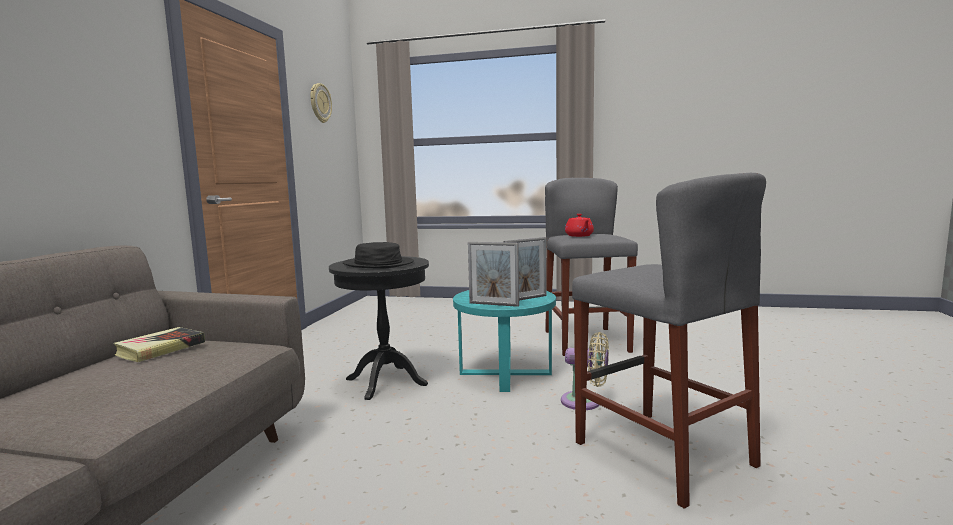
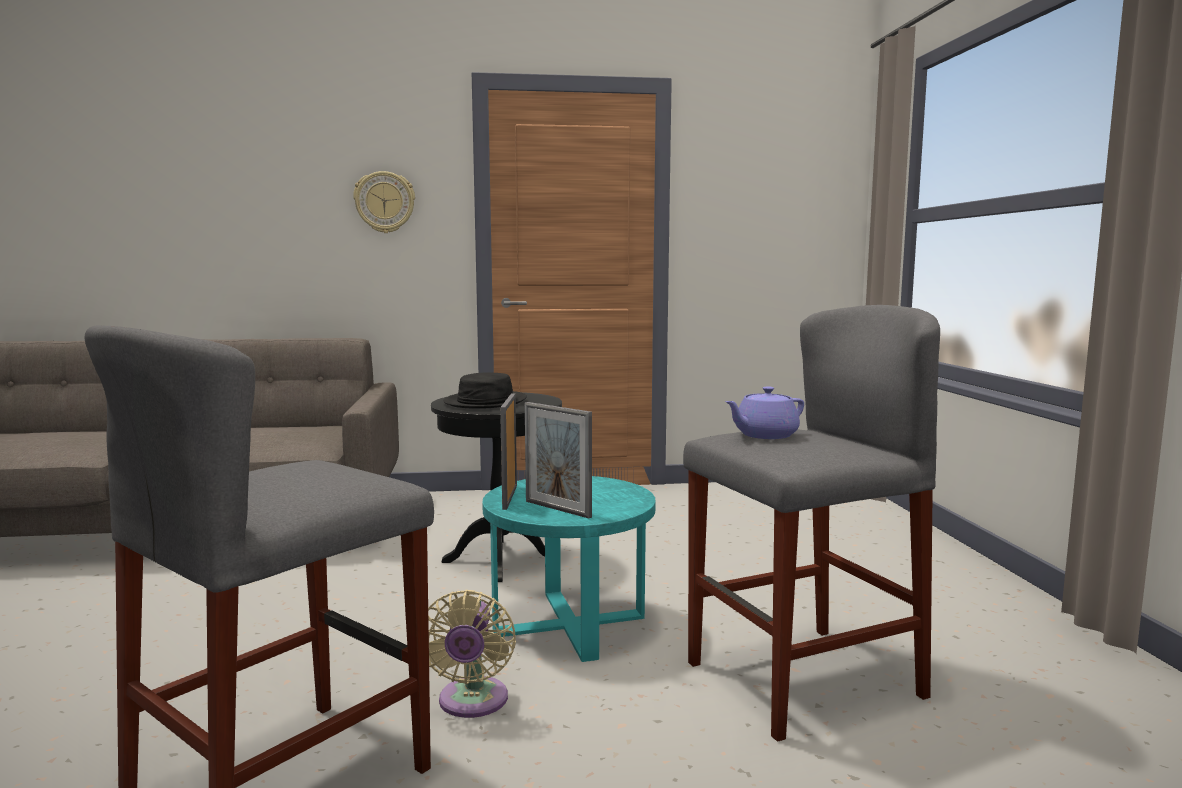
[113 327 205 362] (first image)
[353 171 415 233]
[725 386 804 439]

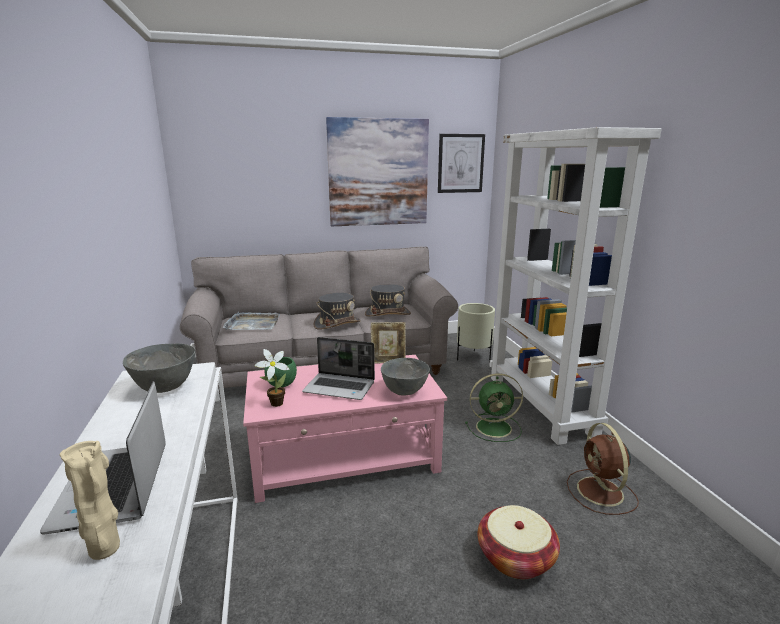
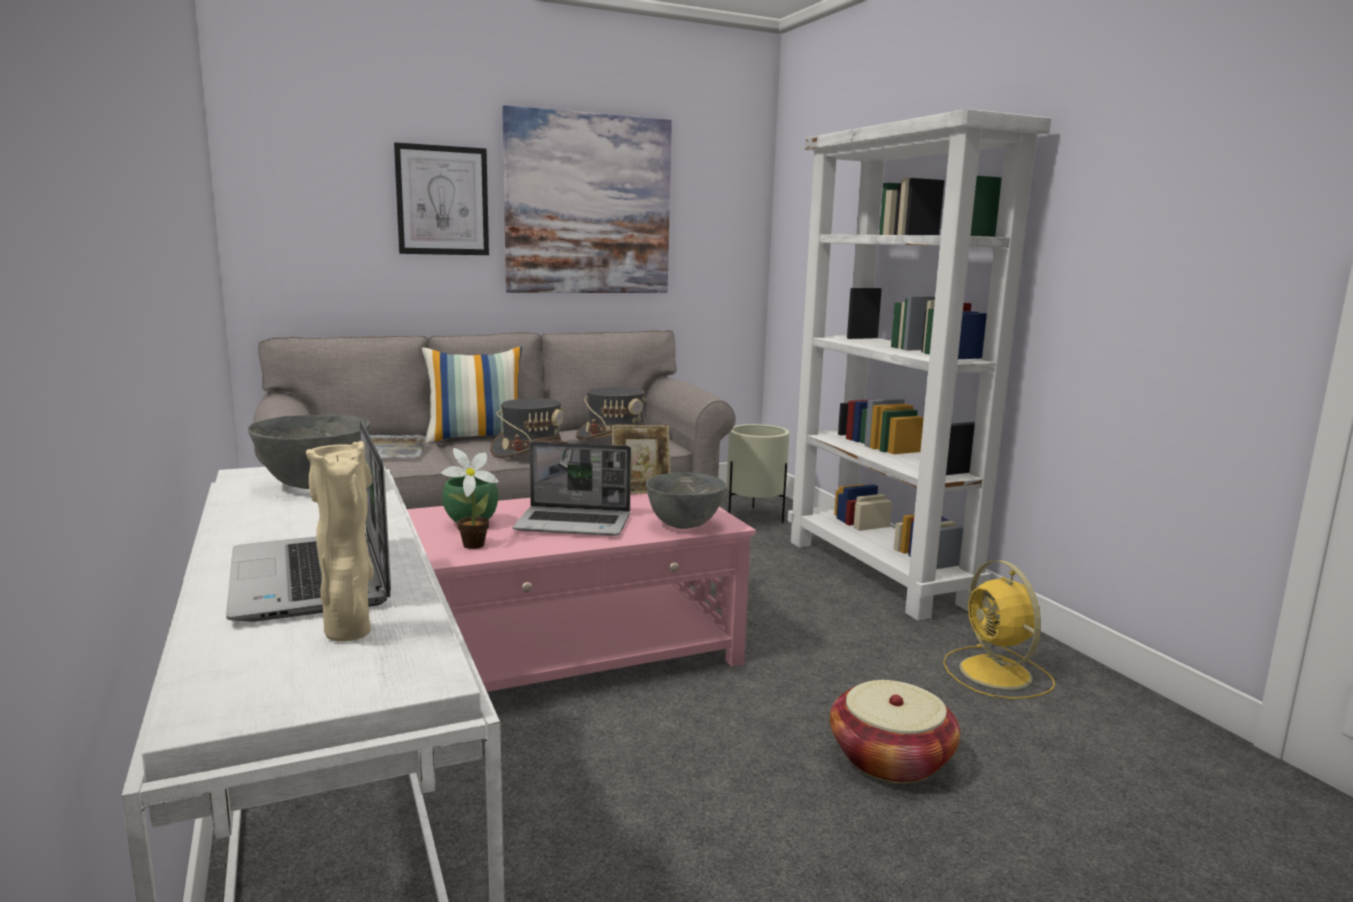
[394 142 489 255]
[465 373 523 442] (first image)
[943 560 1055 699]
[422 346 522 444]

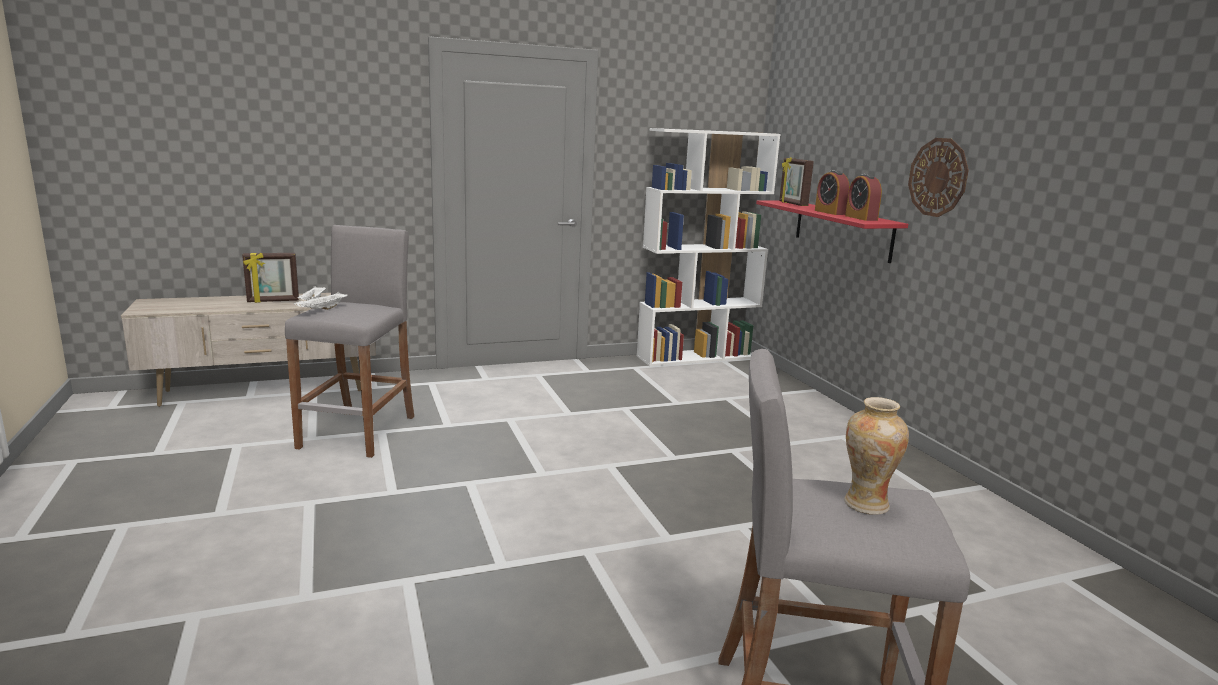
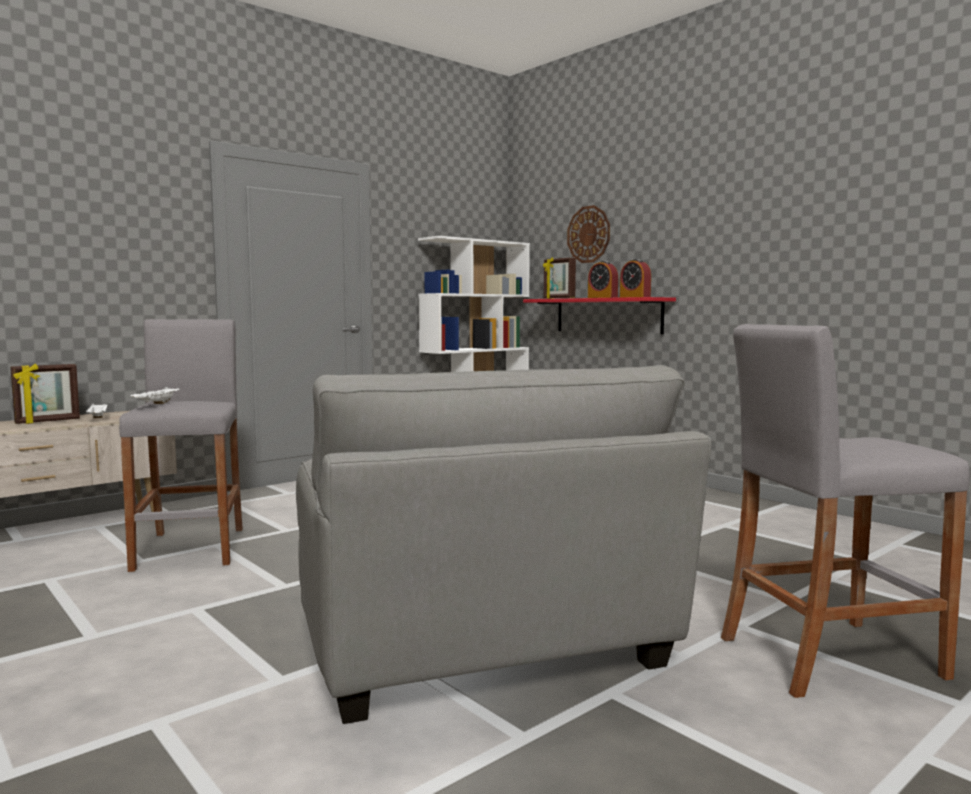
[844 397 909 515] (first image)
[567 205 610 263]
[296 365 711 724]

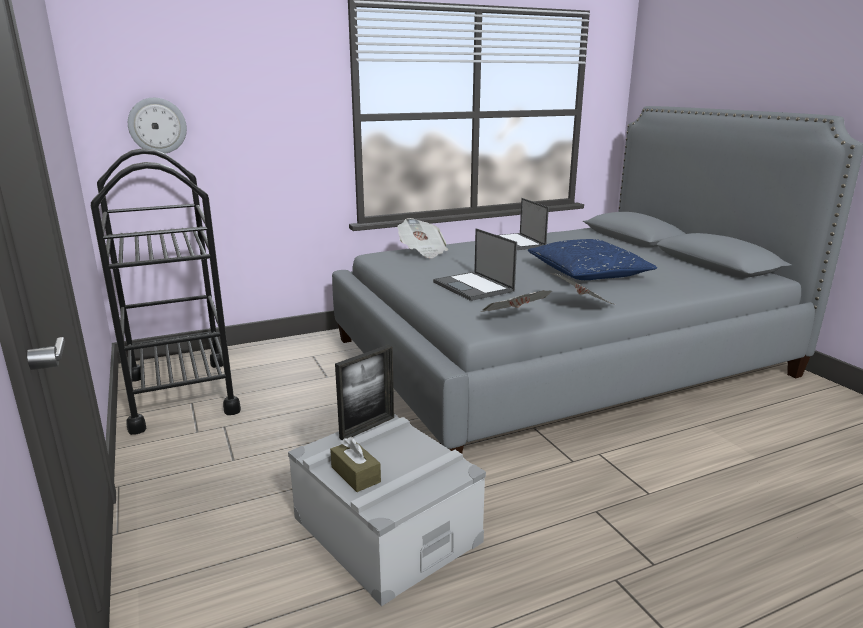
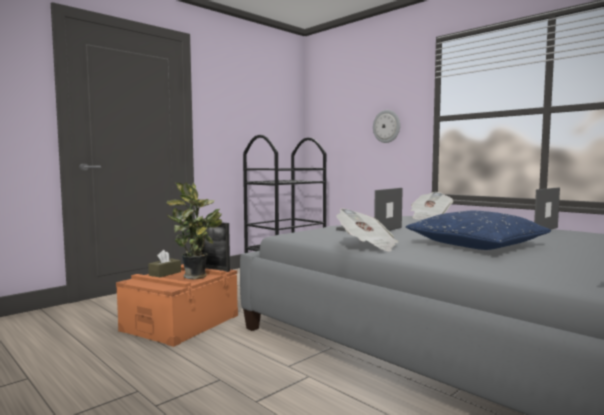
[373 110 400 143]
[116 264 238 347]
[482 290 552 312] (first image)
[166 182 222 280]

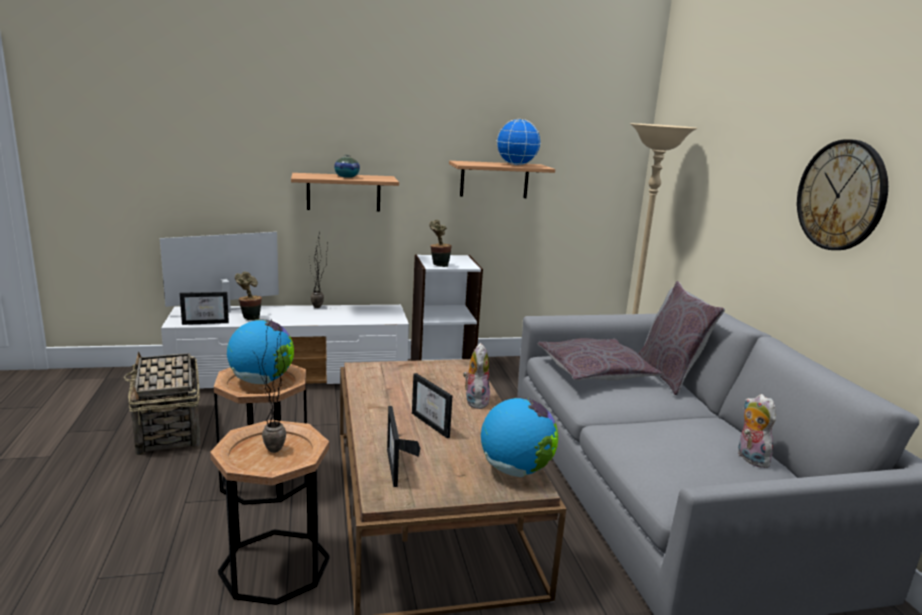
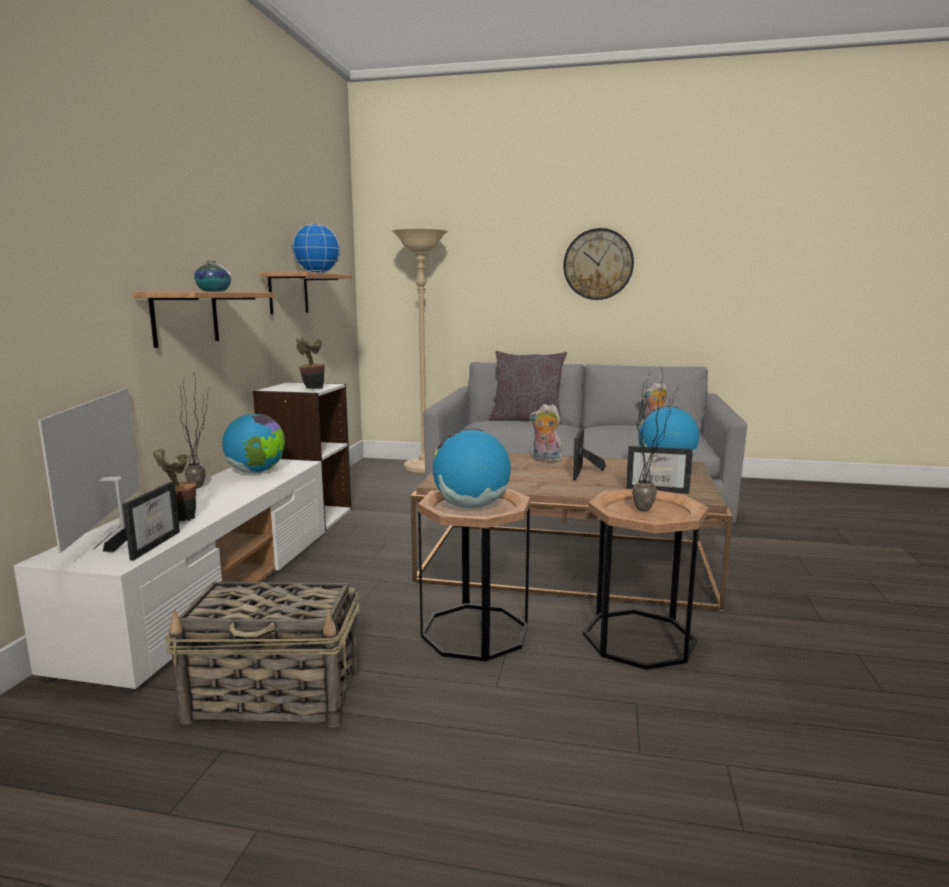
[573 428 606 480]
[538 338 662 381] (first image)
[222 414 285 474]

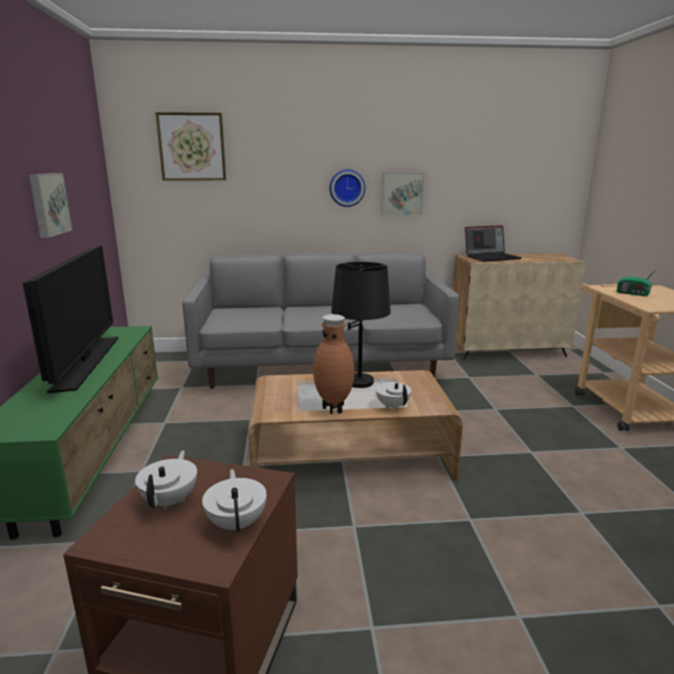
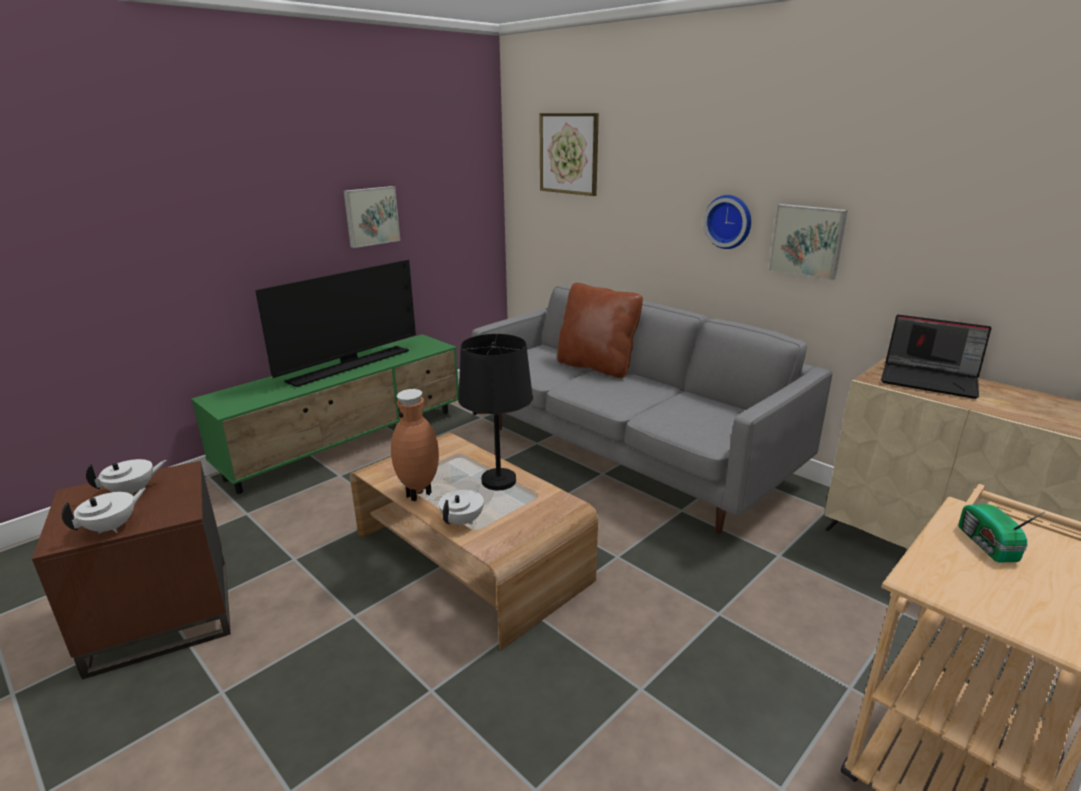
[557 283 643 378]

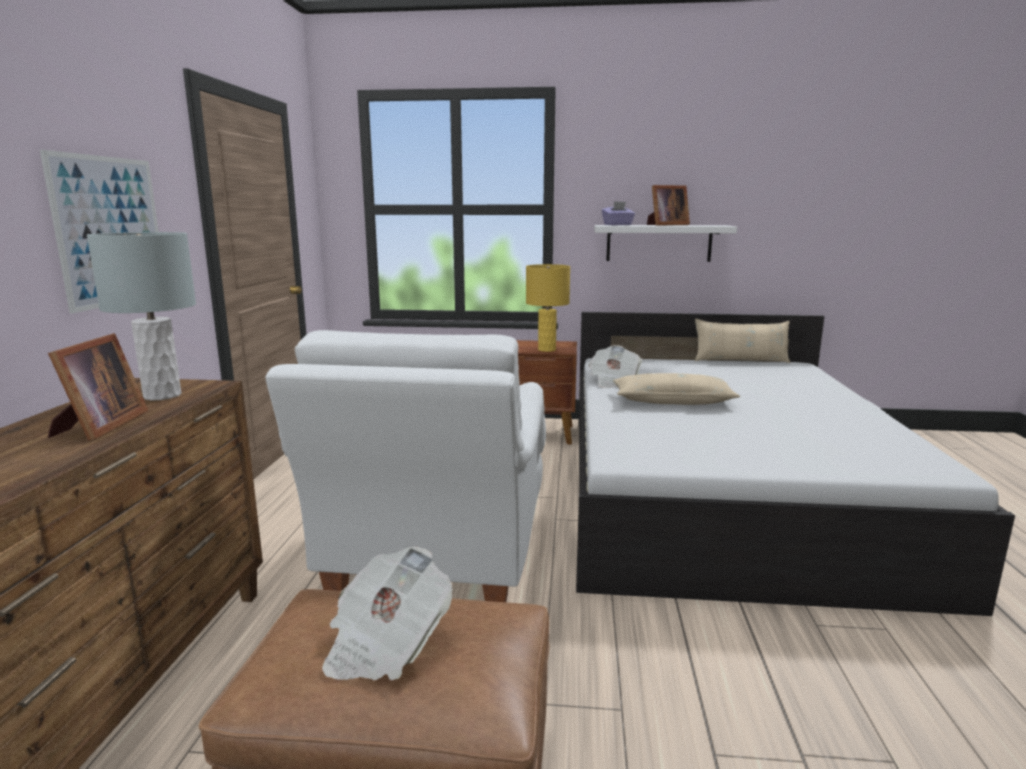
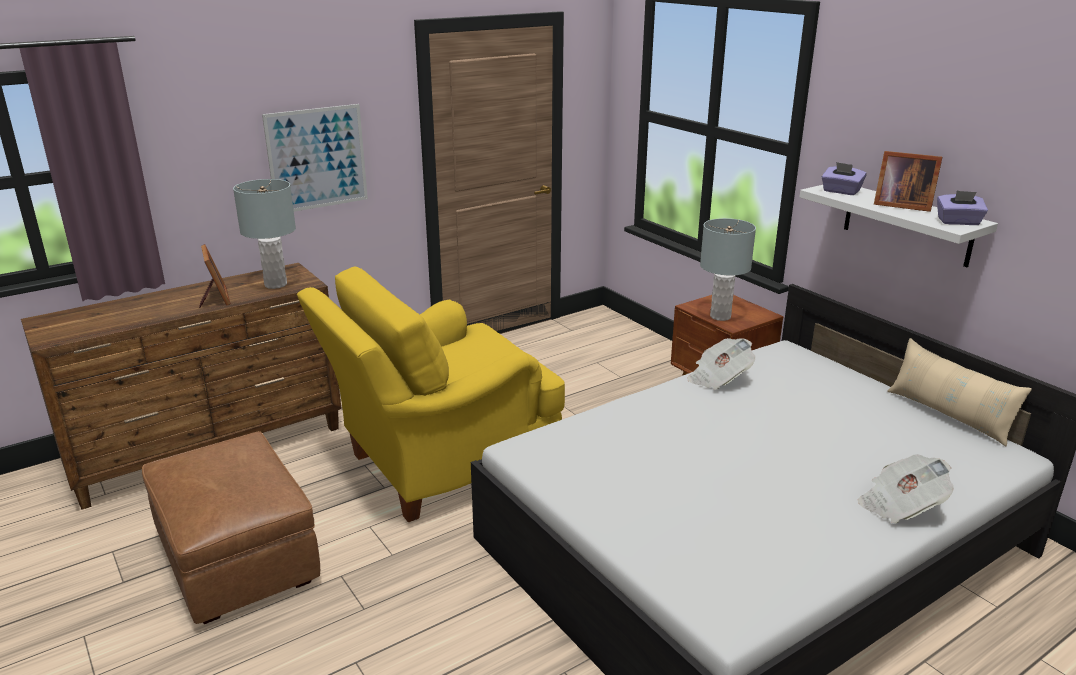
[199 244 231 308]
[297 266 565 522]
[858 454 954 524]
[700 218 756 321]
[613 373 741 405] (first image)
[937 191 988 225]

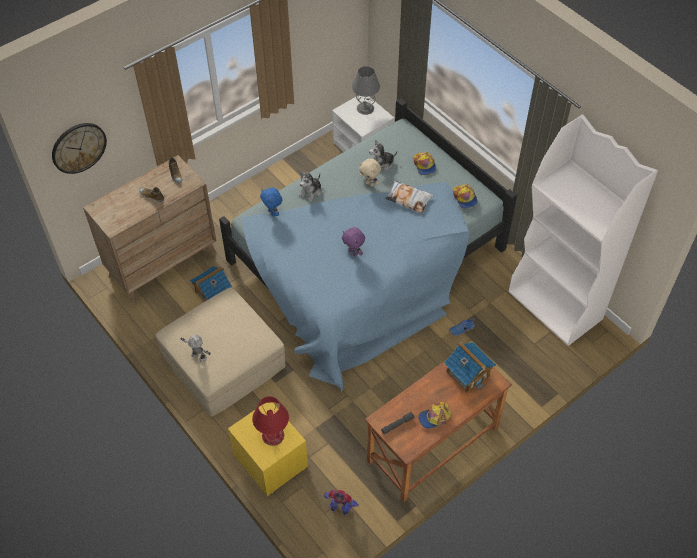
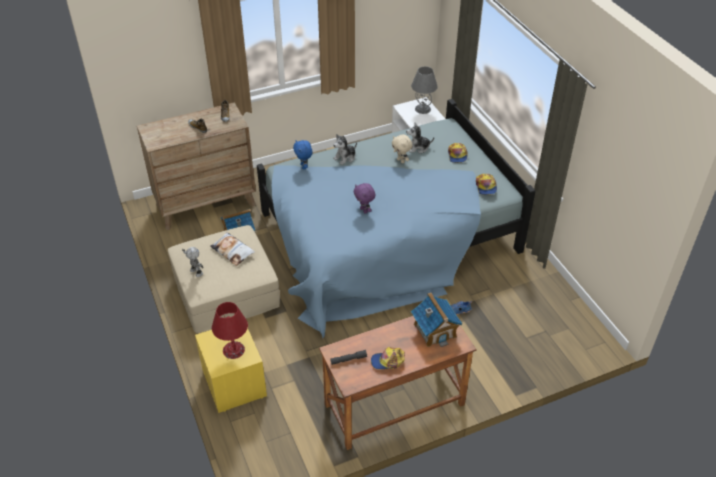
[52 123 107 174] (first image)
[324 490 359 515] (first image)
[210 232 255 266]
[508 114 658 346] (first image)

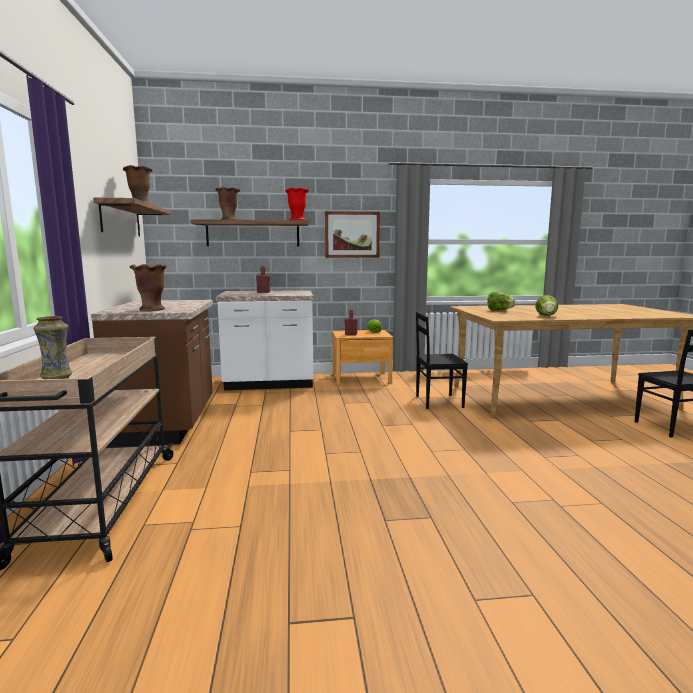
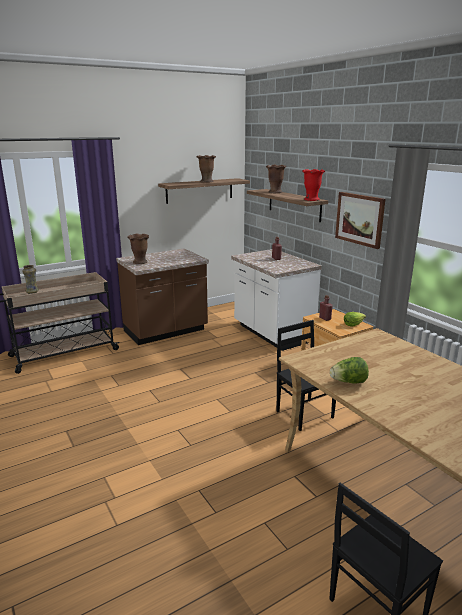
[487 292 516 311] (first image)

